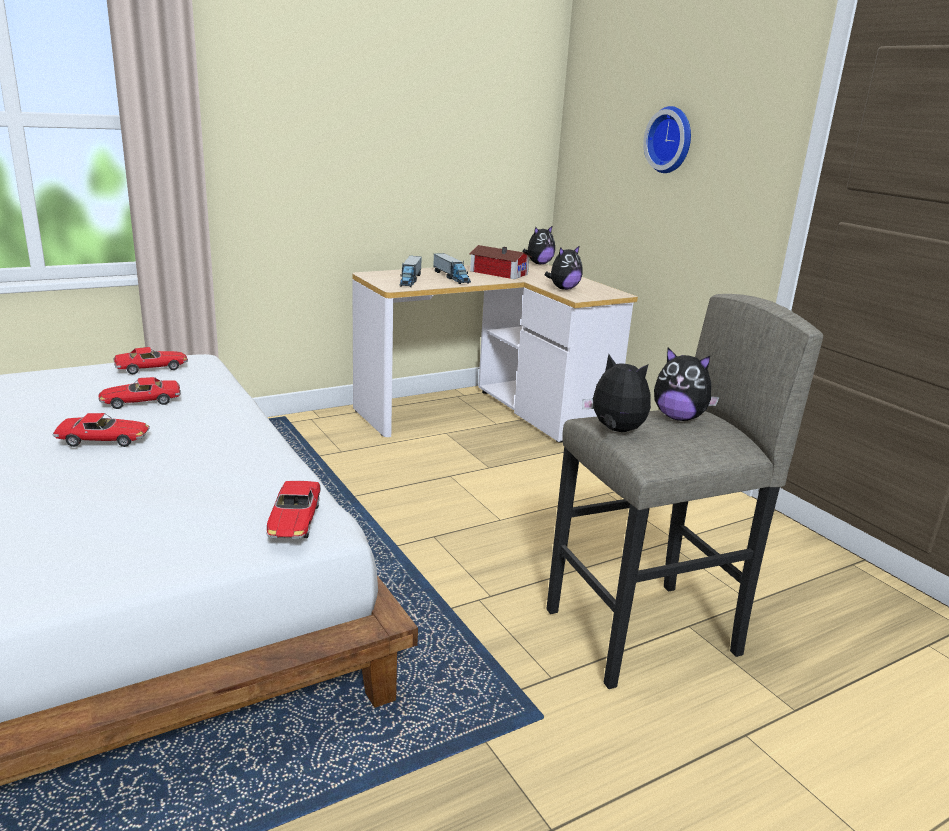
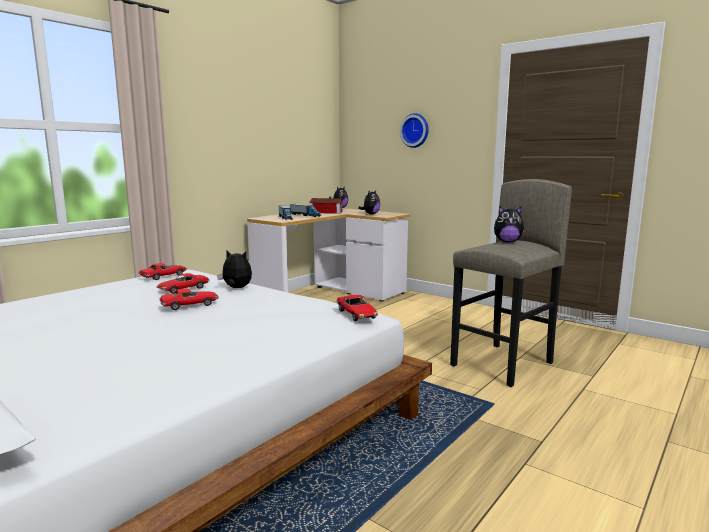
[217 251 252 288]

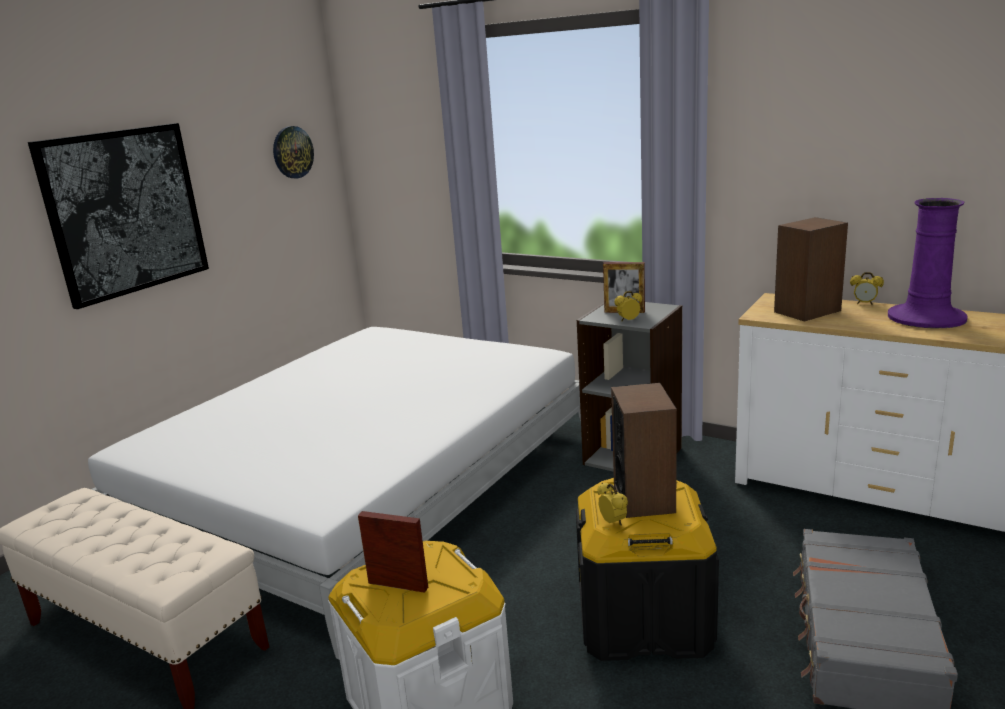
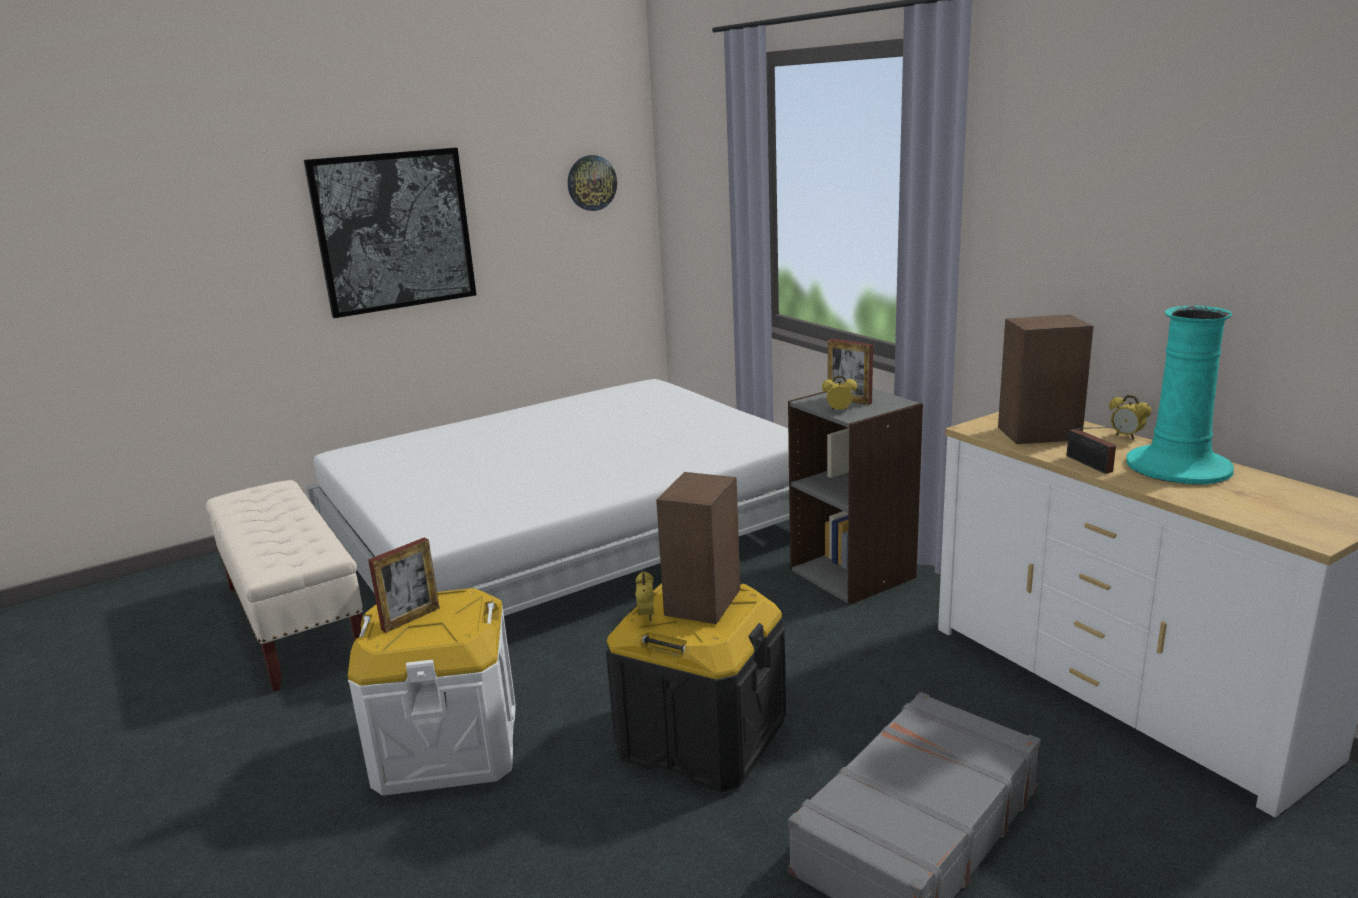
[368 538 440 633]
[1126 306 1234 485]
[1067 427 1122 474]

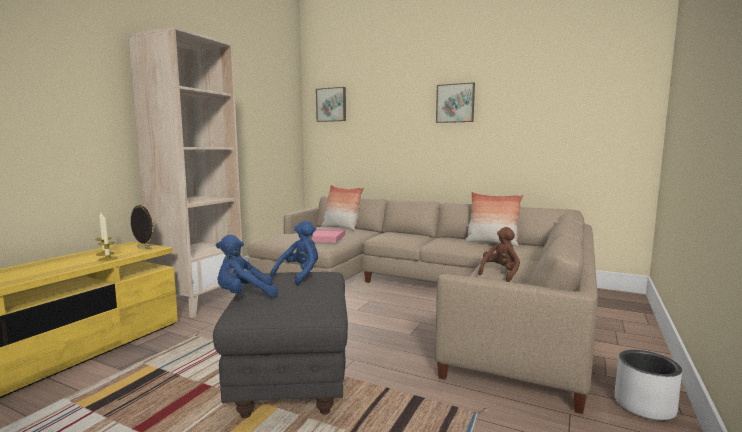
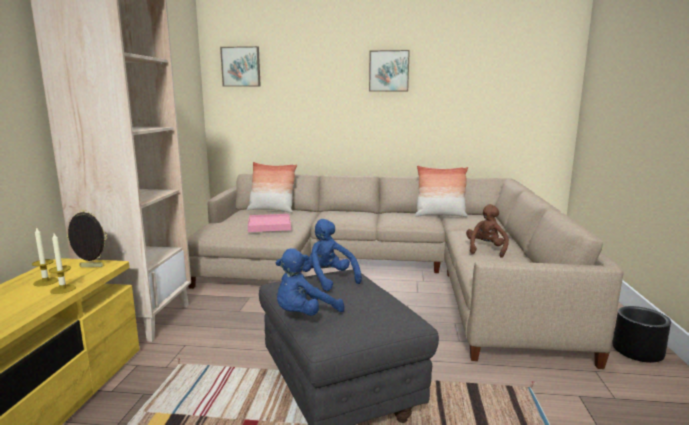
[302 219 362 291]
[613 306 671 363]

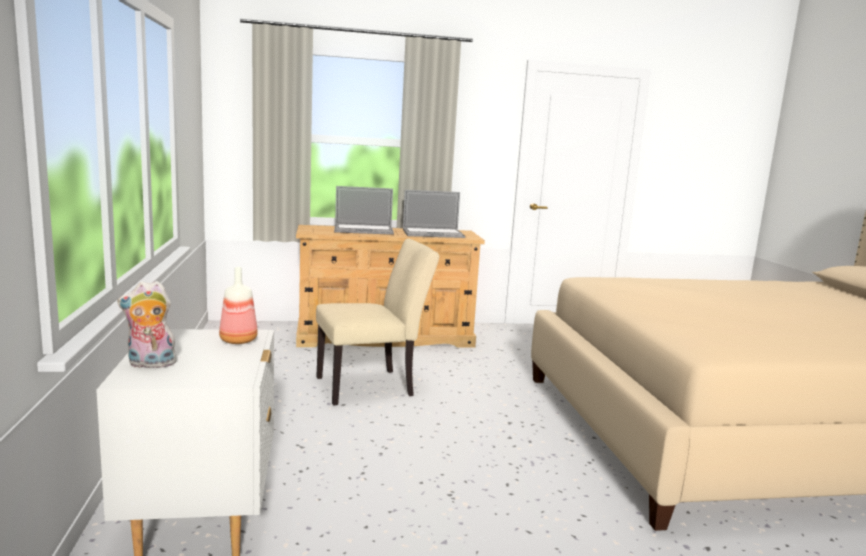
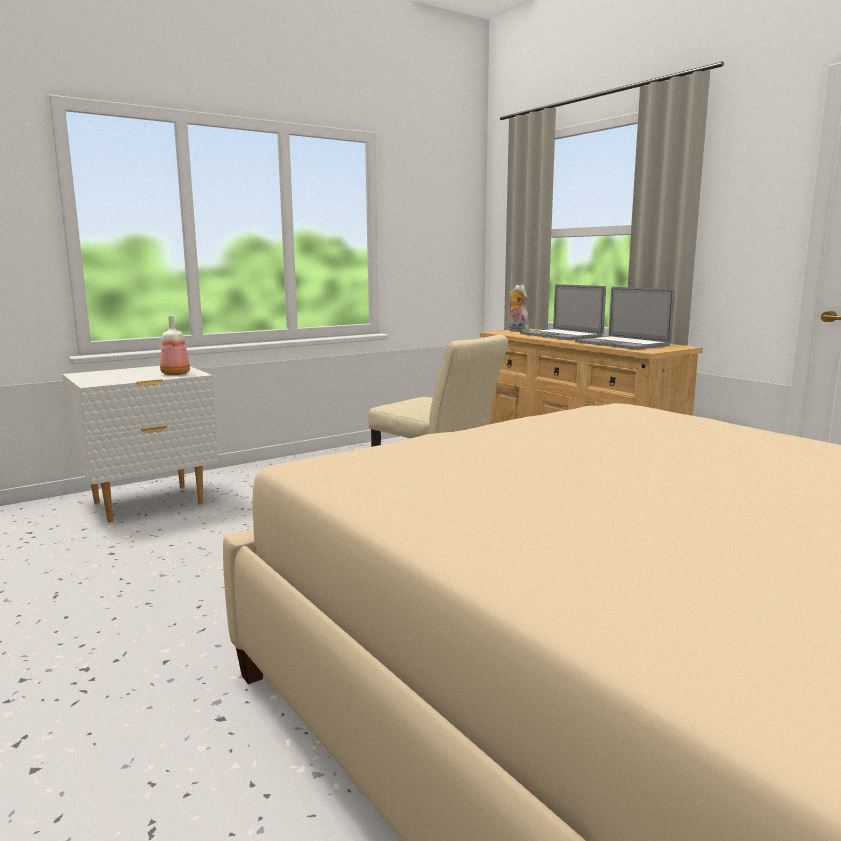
[508 284 530 332]

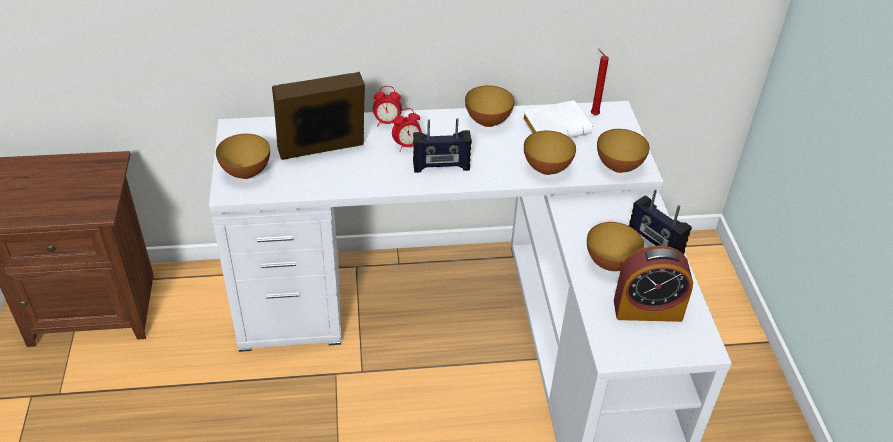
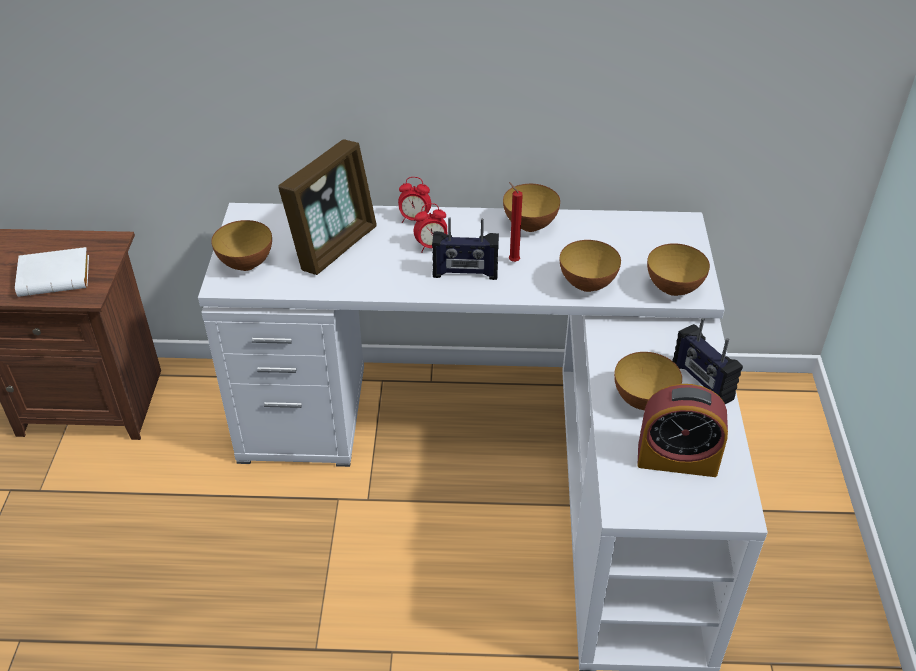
[278 139 377 275]
[15 247 89 297]
[509 182 523 262]

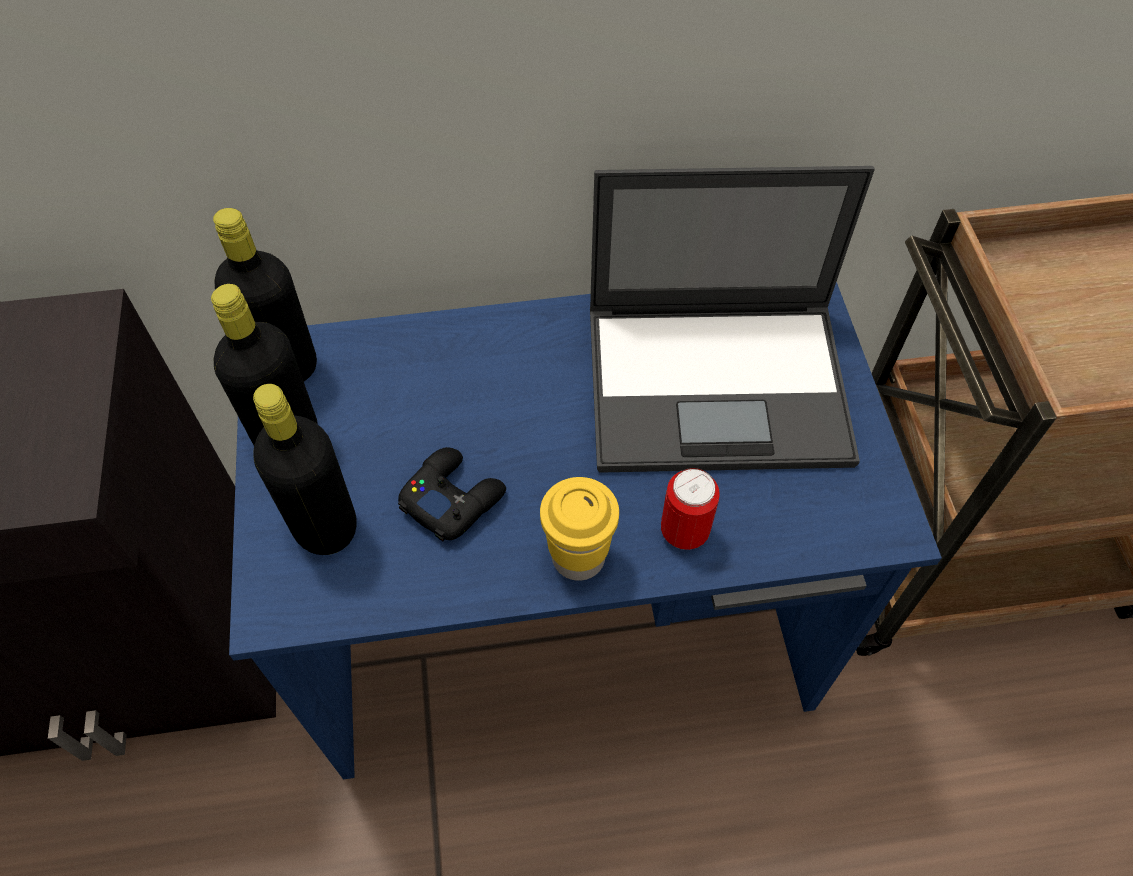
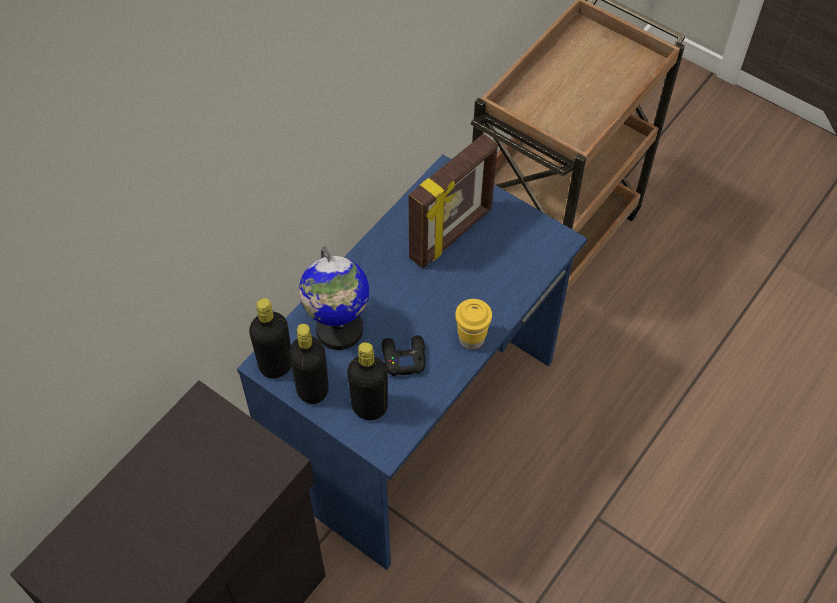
[409 134 498 268]
[661 468 720 550] (first image)
[299 246 369 350]

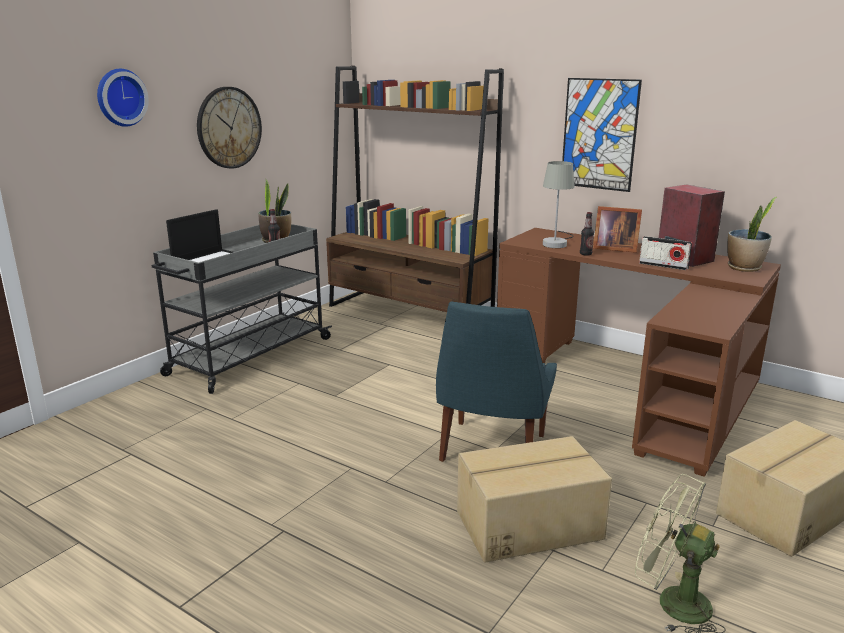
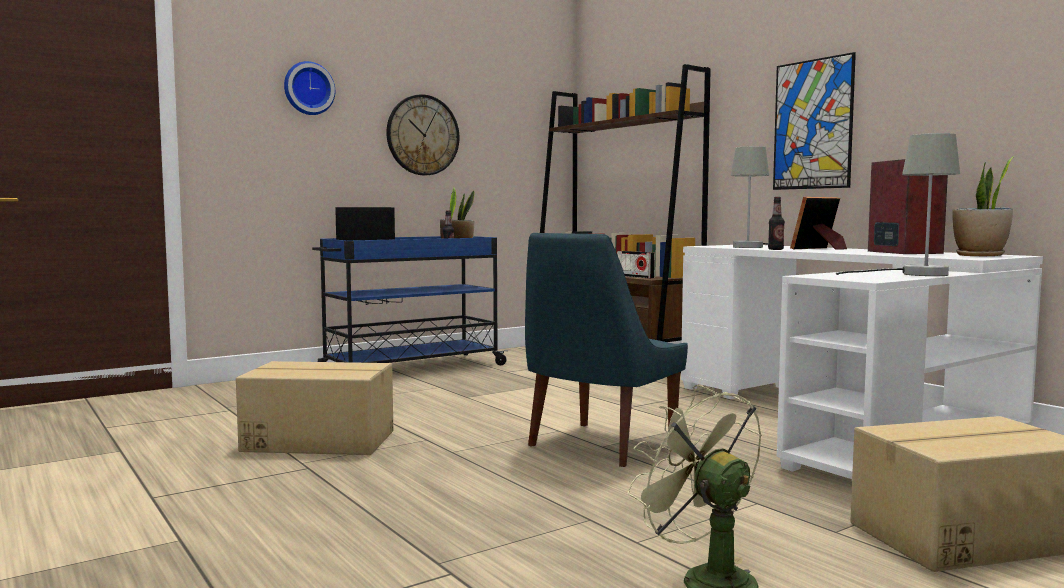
[312 236 509 365]
[236 361 393 455]
[681 245 1043 479]
[790 197 847 250]
[617 251 655 278]
[836 133 960 276]

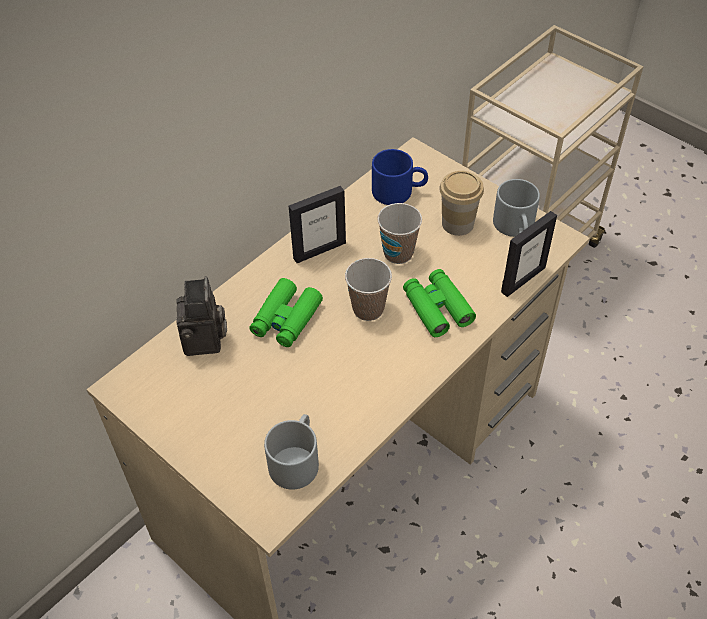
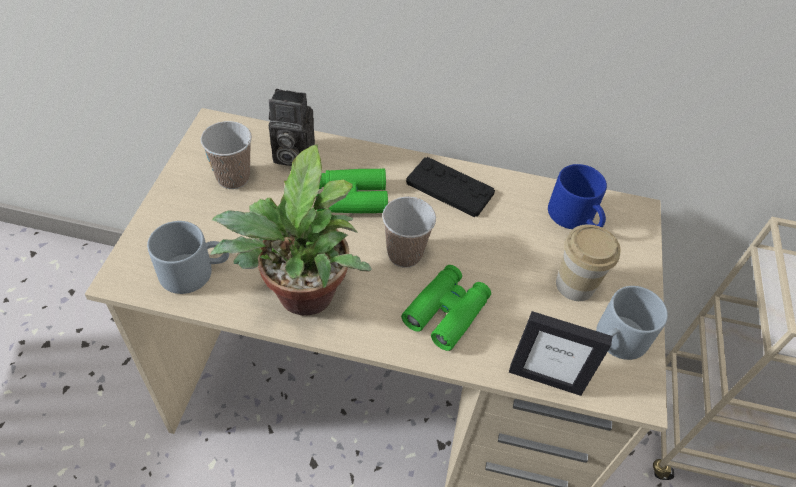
[269 89 315 166]
[406 157 495 217]
[201 121 252 189]
[210 144 372 316]

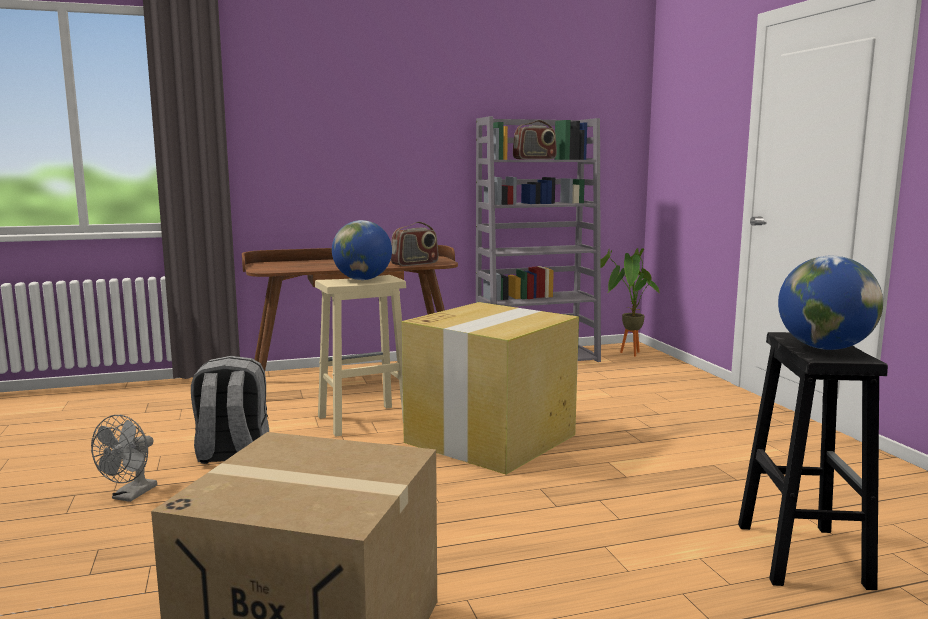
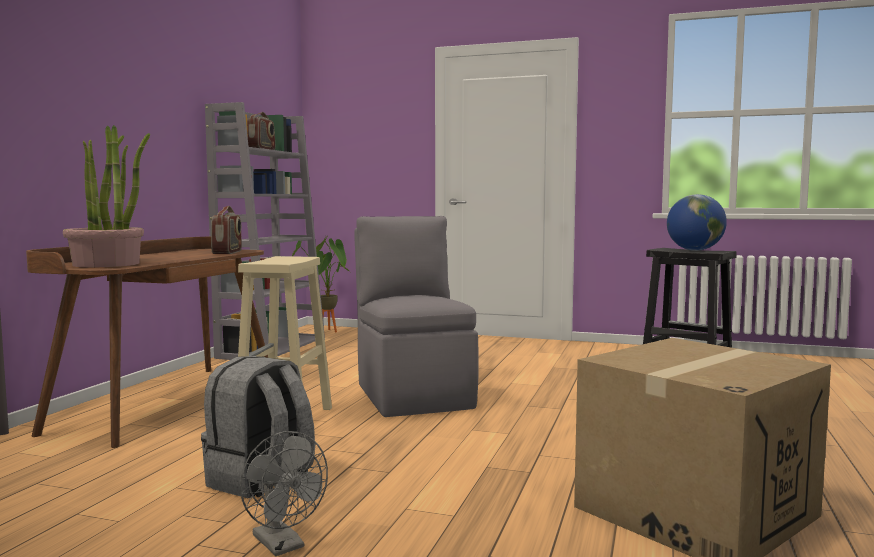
[332 220 392 280] (first image)
[354 216 479 417]
[63 125 150 267]

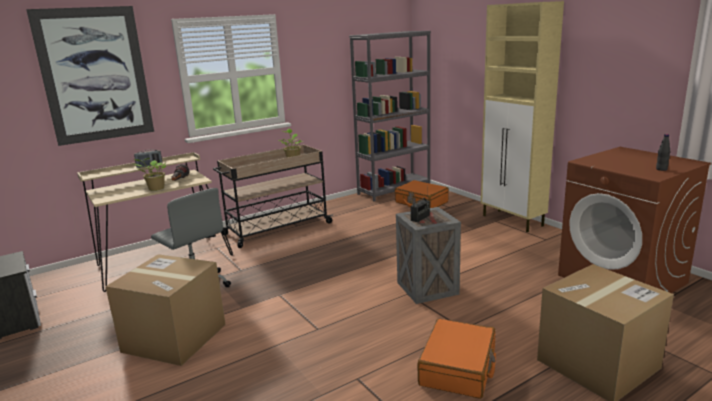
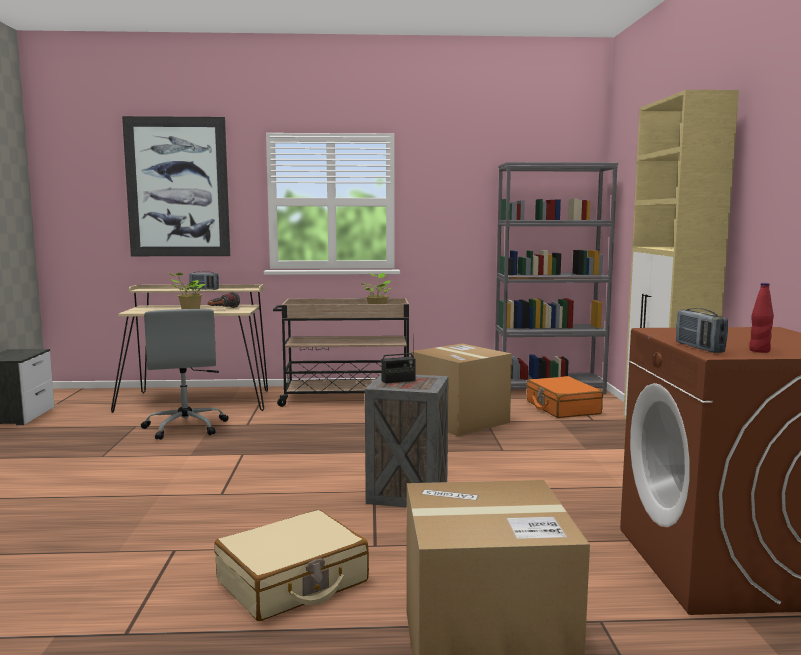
[411 343 512 437]
[214 510 369 621]
[749 283 774 353]
[676 308 728 353]

